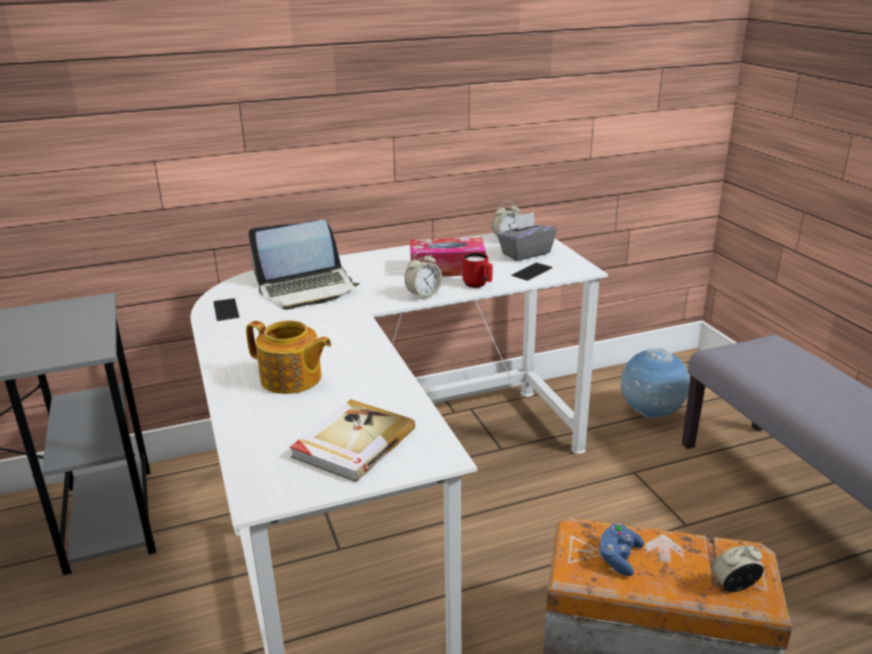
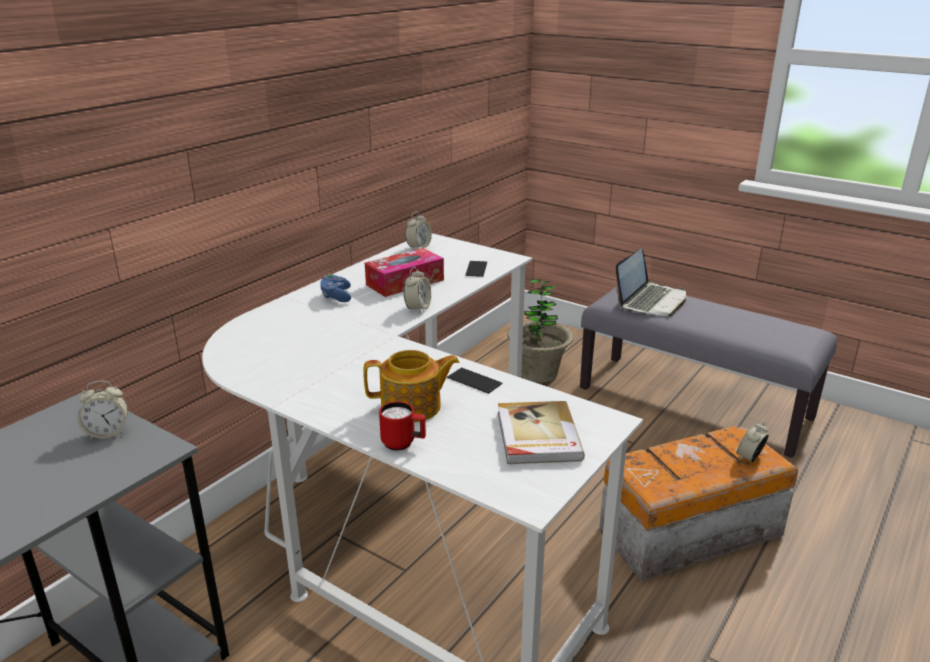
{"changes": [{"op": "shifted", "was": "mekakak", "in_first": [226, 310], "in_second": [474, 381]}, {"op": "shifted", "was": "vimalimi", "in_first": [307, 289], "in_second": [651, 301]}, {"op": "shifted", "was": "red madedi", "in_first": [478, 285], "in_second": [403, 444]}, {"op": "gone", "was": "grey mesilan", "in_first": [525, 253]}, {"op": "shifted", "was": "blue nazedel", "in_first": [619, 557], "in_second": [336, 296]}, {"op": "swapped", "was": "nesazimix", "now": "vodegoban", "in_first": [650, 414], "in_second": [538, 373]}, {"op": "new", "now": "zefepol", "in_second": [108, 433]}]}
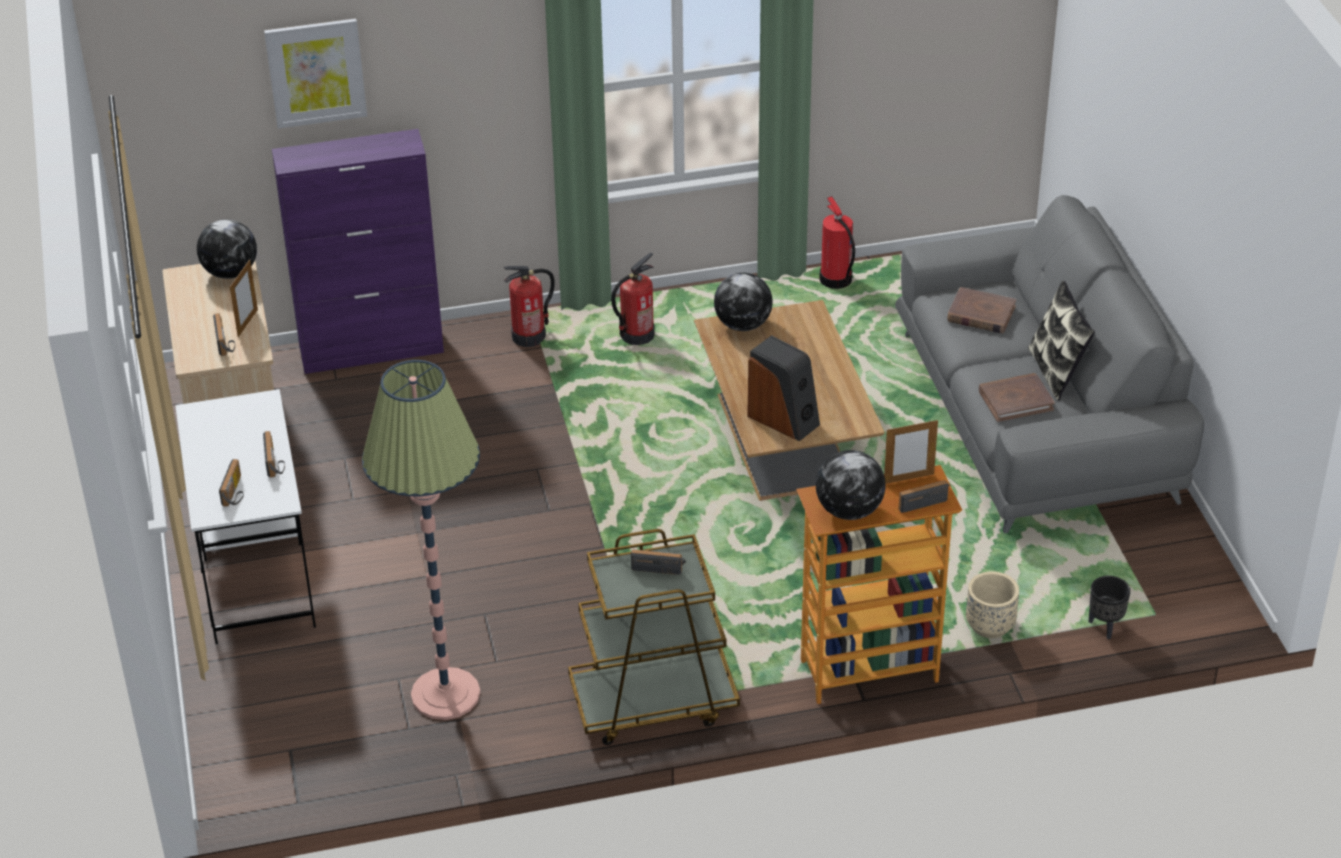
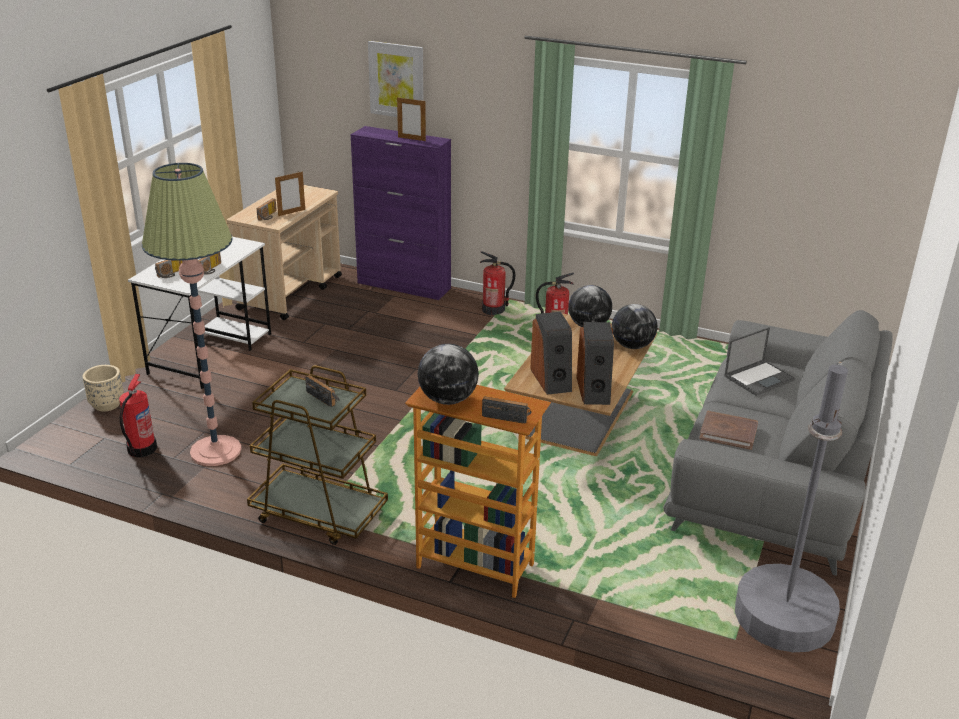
{"changes": [{"op": "shifted", "was": "nesazimix", "in_first": [230, 272], "in_second": [632, 346]}, {"op": "shifted", "was": "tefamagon", "in_first": [836, 281], "in_second": [141, 449]}, {"op": "shifted", "was": "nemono", "in_first": [908, 478], "in_second": [411, 139]}, {"op": "swapped", "was": "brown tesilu", "now": "vimalimi", "in_first": [981, 314], "in_second": [759, 378]}, {"op": "shifted", "was": "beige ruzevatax", "in_first": [989, 626], "in_second": [107, 404]}, {"op": "gone", "was": "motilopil", "in_first": [1056, 372]}, {"op": "gone", "was": "black ruzevatax", "in_first": [1105, 626]}, {"op": "new", "now": "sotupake", "in_second": [594, 390]}, {"op": "new", "now": "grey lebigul", "in_second": [784, 617]}]}
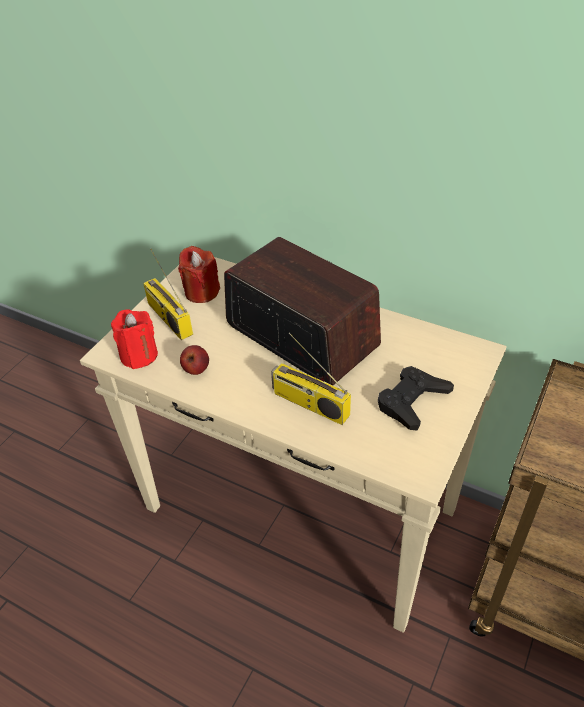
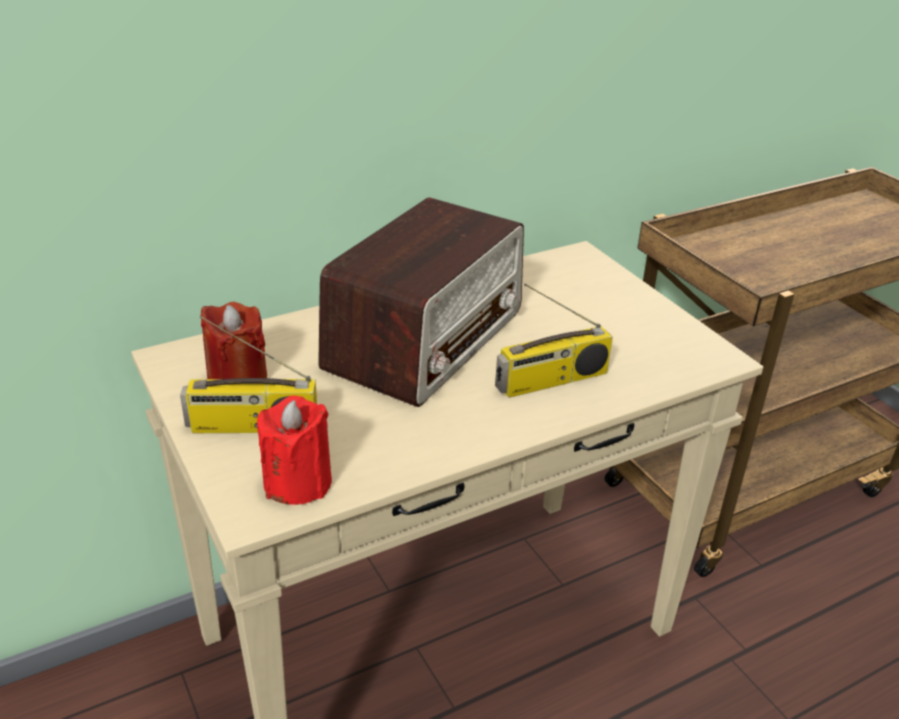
{"changes": [{"op": "gone", "was": "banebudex", "in_first": [196, 370]}, {"op": "rotated", "was": "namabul", "in_first": [301, 335], "in_second": [426, 339], "clockwise": 135}, {"op": "gone", "was": "black nazedel", "in_first": [412, 401]}]}
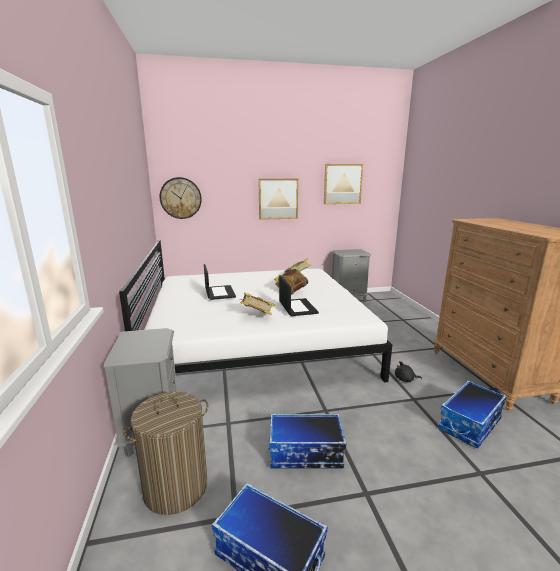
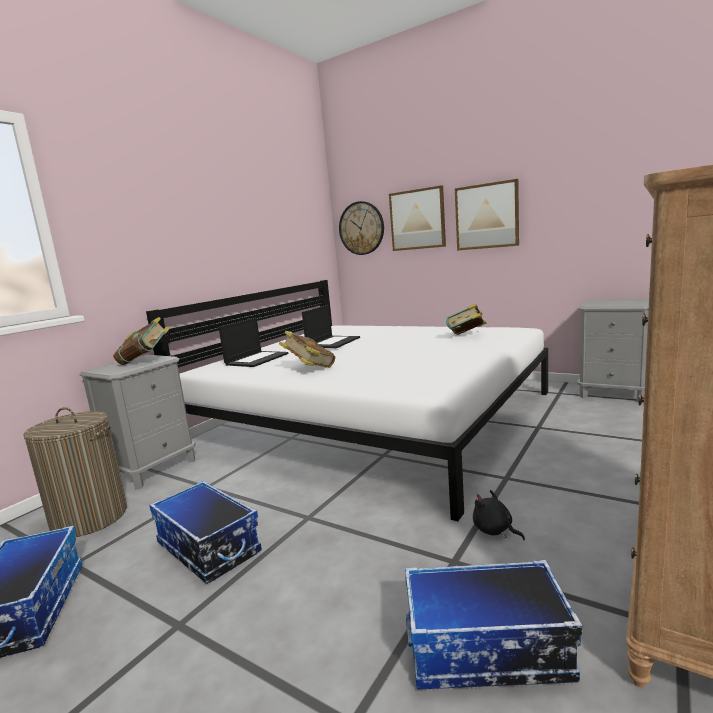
{"changes": [{"op": "shifted", "was": "tesilu", "in_first": [291, 292], "in_second": [145, 361]}, {"op": "shifted", "was": "vimalimi", "in_first": [297, 307], "in_second": [257, 359]}, {"op": "shifted", "was": "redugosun", "in_first": [342, 184], "in_second": [417, 219]}]}
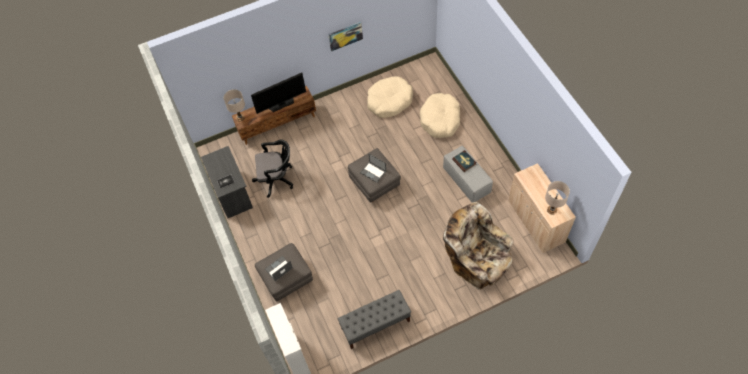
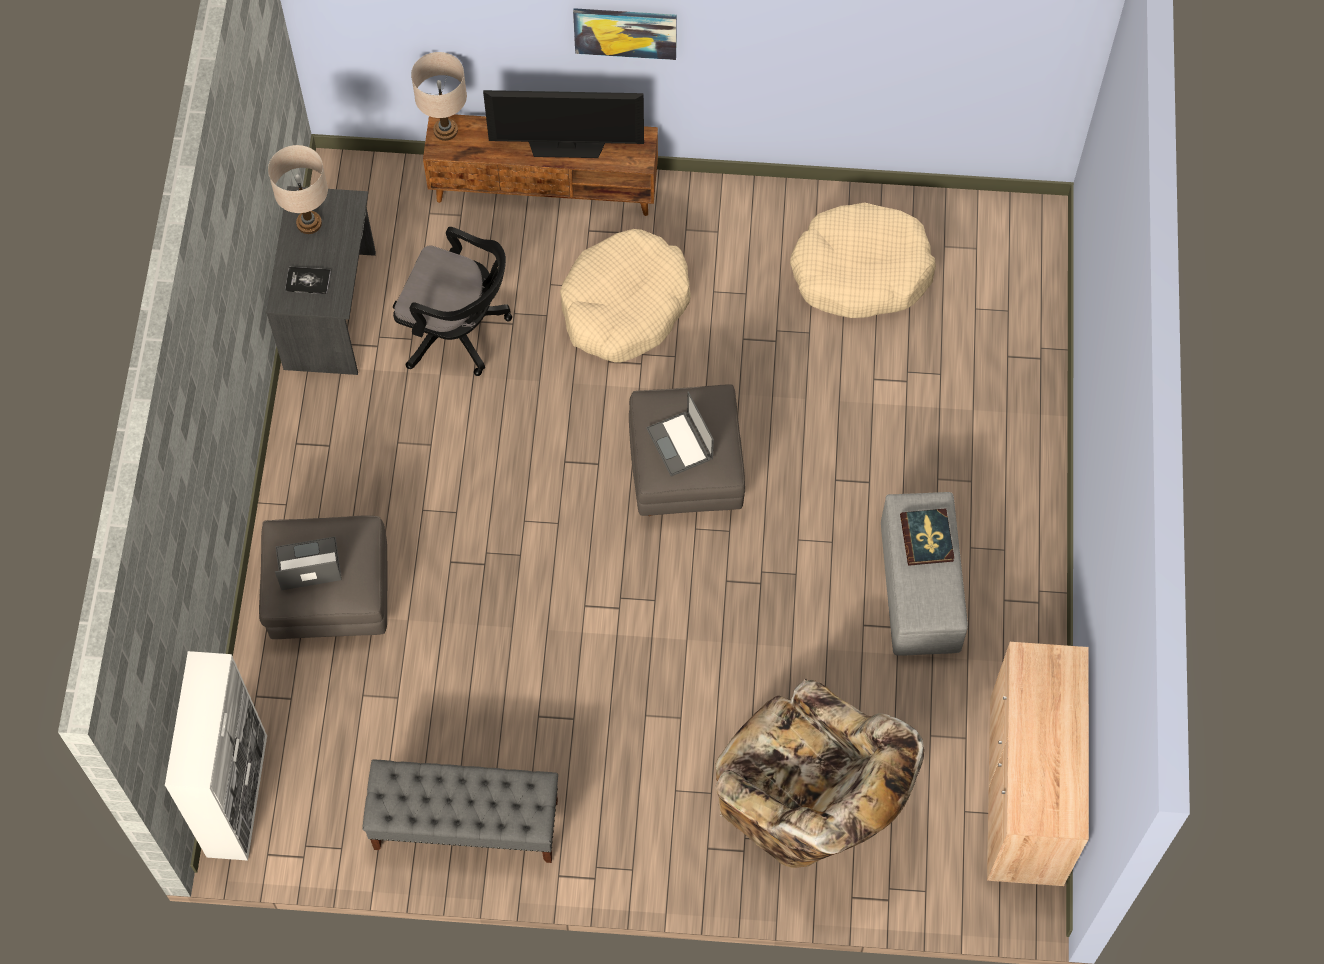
{"changes": [{"op": "shifted", "was": "redugosun", "in_first": [345, 36], "in_second": [625, 32]}, {"op": "shifted", "was": "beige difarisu", "in_first": [440, 119], "in_second": [624, 306]}, {"op": "rotated", "was": "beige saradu", "in_first": [476, 260], "in_second": [809, 804], "clockwise": 150}, {"op": "shifted", "was": "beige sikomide", "in_first": [551, 210], "in_second": [309, 223]}]}
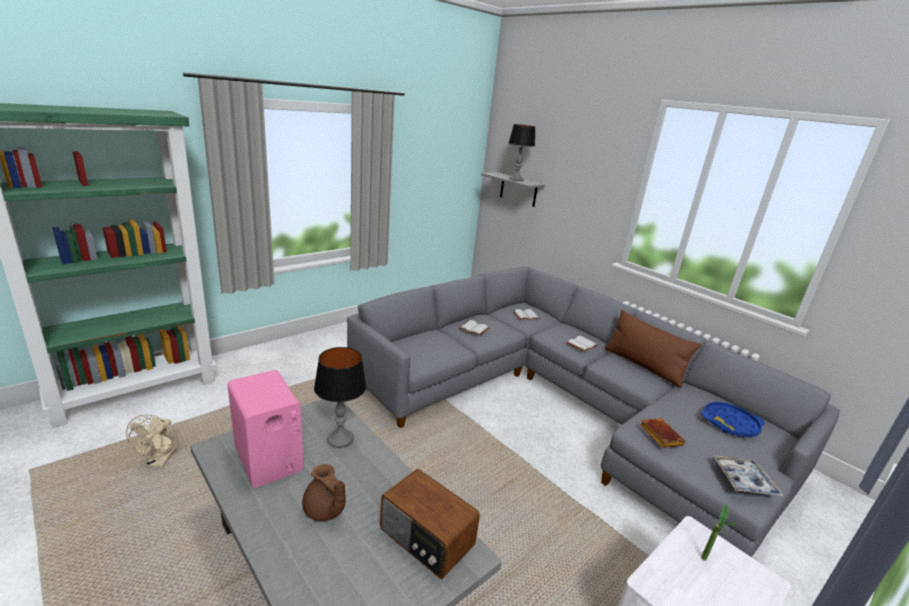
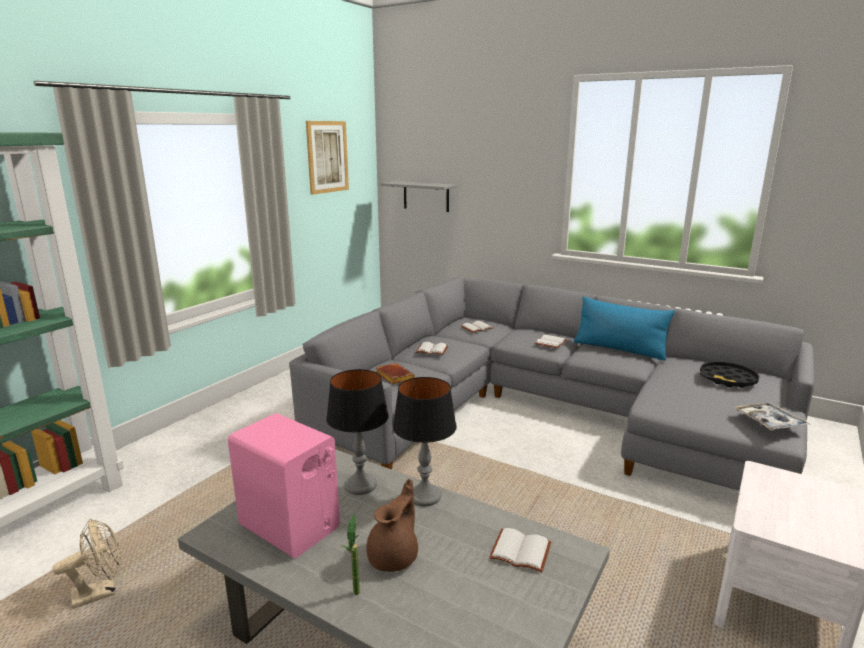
{"changes": [{"op": "rotated", "was": "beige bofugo", "in_first": [159, 461], "in_second": [101, 592], "clockwise": -105}, {"op": "rotated", "was": "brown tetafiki", "in_first": [325, 510], "in_second": [395, 556], "clockwise": -90}, {"op": "swapped", "was": "namabul", "now": "white tesilu", "in_first": [426, 538], "in_second": [522, 550]}, {"op": "shifted", "was": "sikomide", "in_first": [516, 179], "in_second": [425, 496]}, {"op": "repainted", "was": "brown motilopil", "now": "blue motilopil", "in_first": [643, 365], "in_second": [619, 349]}, {"op": "shifted", "was": "brown tesilu", "in_first": [659, 435], "in_second": [393, 377]}, {"op": "repainted", "was": "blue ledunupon", "now": "black ledunupon", "in_first": [730, 423], "in_second": [728, 379]}, {"op": "shifted", "was": "vodegoban", "in_first": [705, 563], "in_second": [356, 598]}, {"op": "new", "now": "redugosun", "in_second": [327, 157]}]}
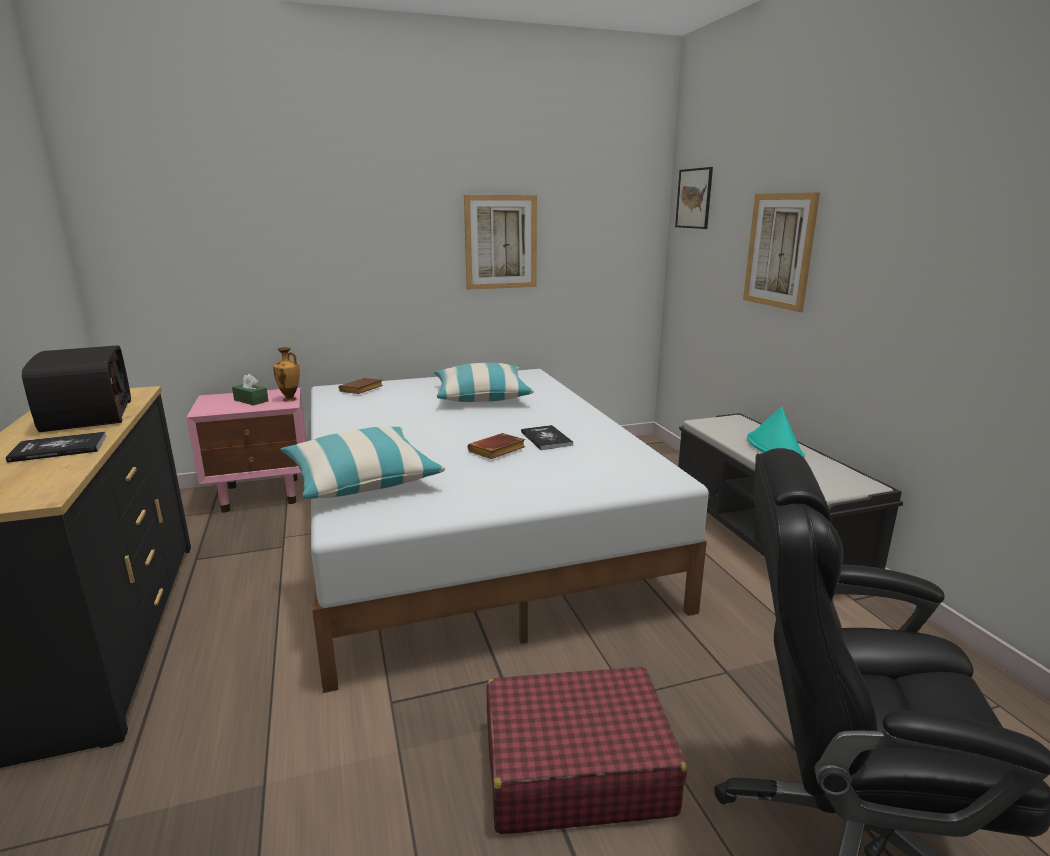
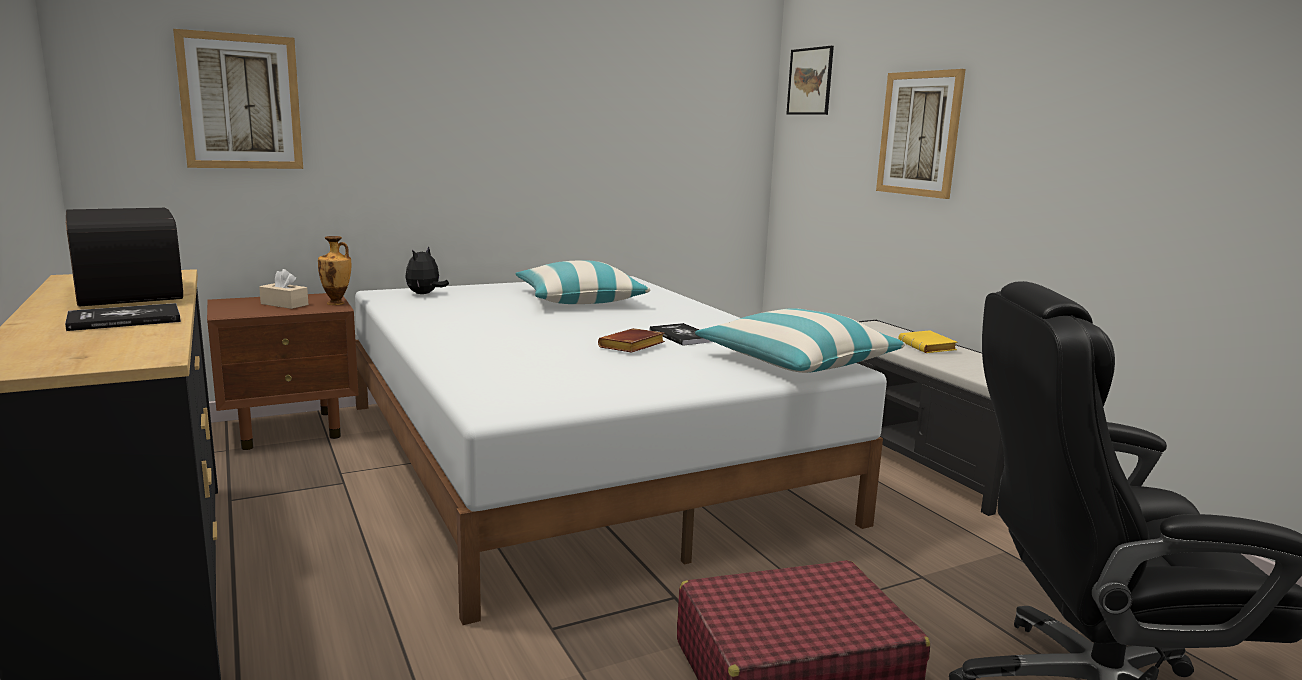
{"changes": [{"op": "repainted", "was": "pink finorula", "now": "brown finorula", "in_first": [263, 494], "in_second": [291, 429]}, {"op": "repainted", "was": "green mesilan", "now": "beige mesilan", "in_first": [251, 400], "in_second": [284, 304]}, {"op": "shifted", "was": "motilopil", "in_first": [361, 479], "in_second": [796, 362]}, {"op": "swapped", "was": "brown tesilu", "now": "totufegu", "in_first": [361, 390], "in_second": [425, 294]}, {"op": "shifted", "was": "redugosun", "in_first": [501, 242], "in_second": [241, 102]}, {"op": "swapped", "was": "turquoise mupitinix", "now": "yellow tesilu", "in_first": [774, 447], "in_second": [929, 347]}]}
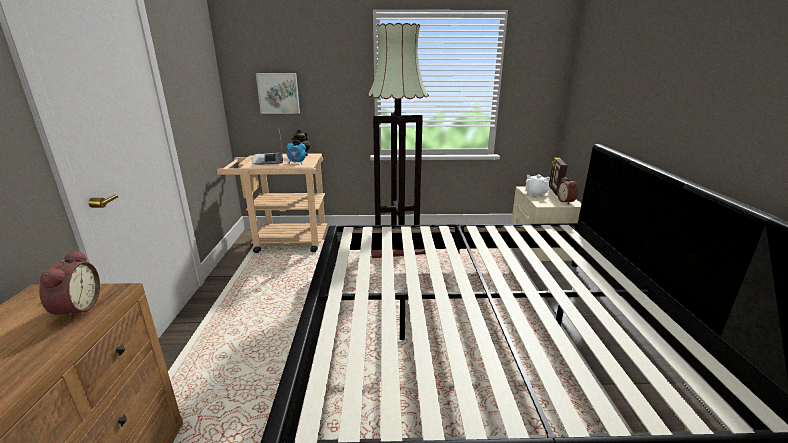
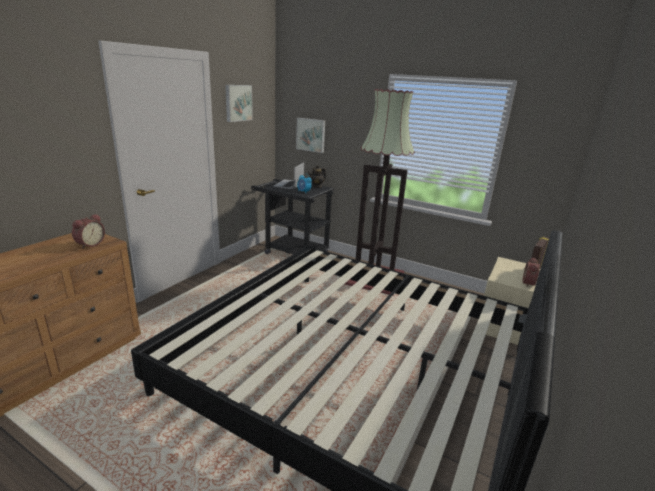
{"changes": [{"op": "repainted", "was": "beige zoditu", "now": "black zoditu", "in_first": [284, 241], "in_second": [291, 251]}, {"op": "gone", "was": "white tetafiki", "in_first": [536, 193]}, {"op": "new", "now": "redugosun", "in_second": [238, 103]}]}
